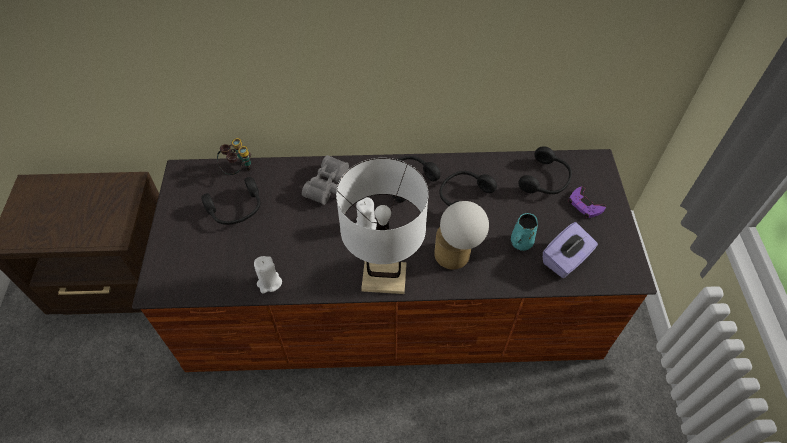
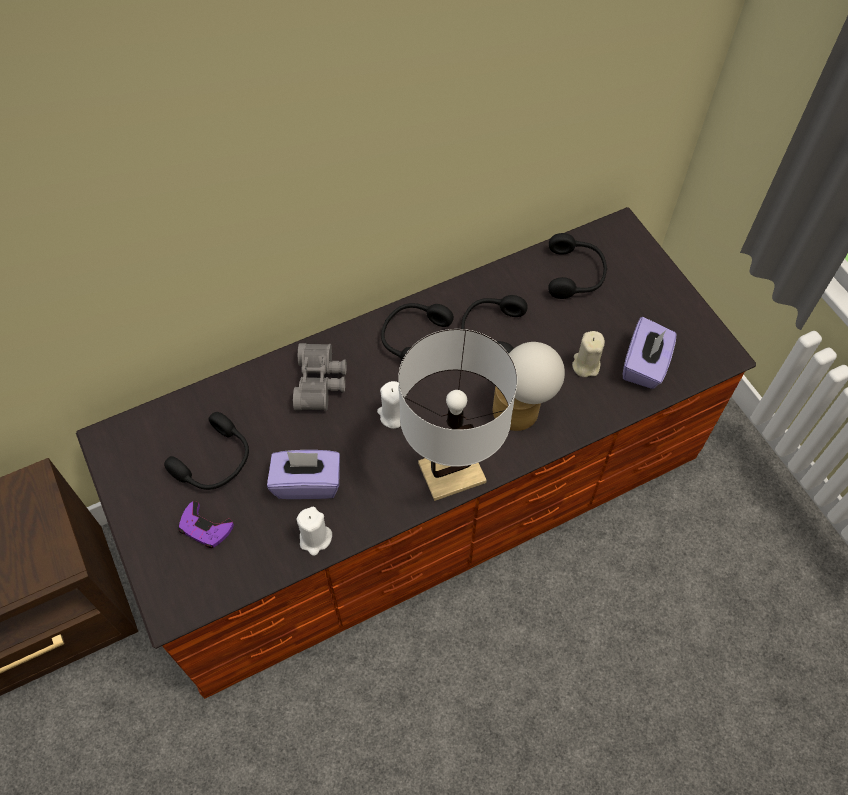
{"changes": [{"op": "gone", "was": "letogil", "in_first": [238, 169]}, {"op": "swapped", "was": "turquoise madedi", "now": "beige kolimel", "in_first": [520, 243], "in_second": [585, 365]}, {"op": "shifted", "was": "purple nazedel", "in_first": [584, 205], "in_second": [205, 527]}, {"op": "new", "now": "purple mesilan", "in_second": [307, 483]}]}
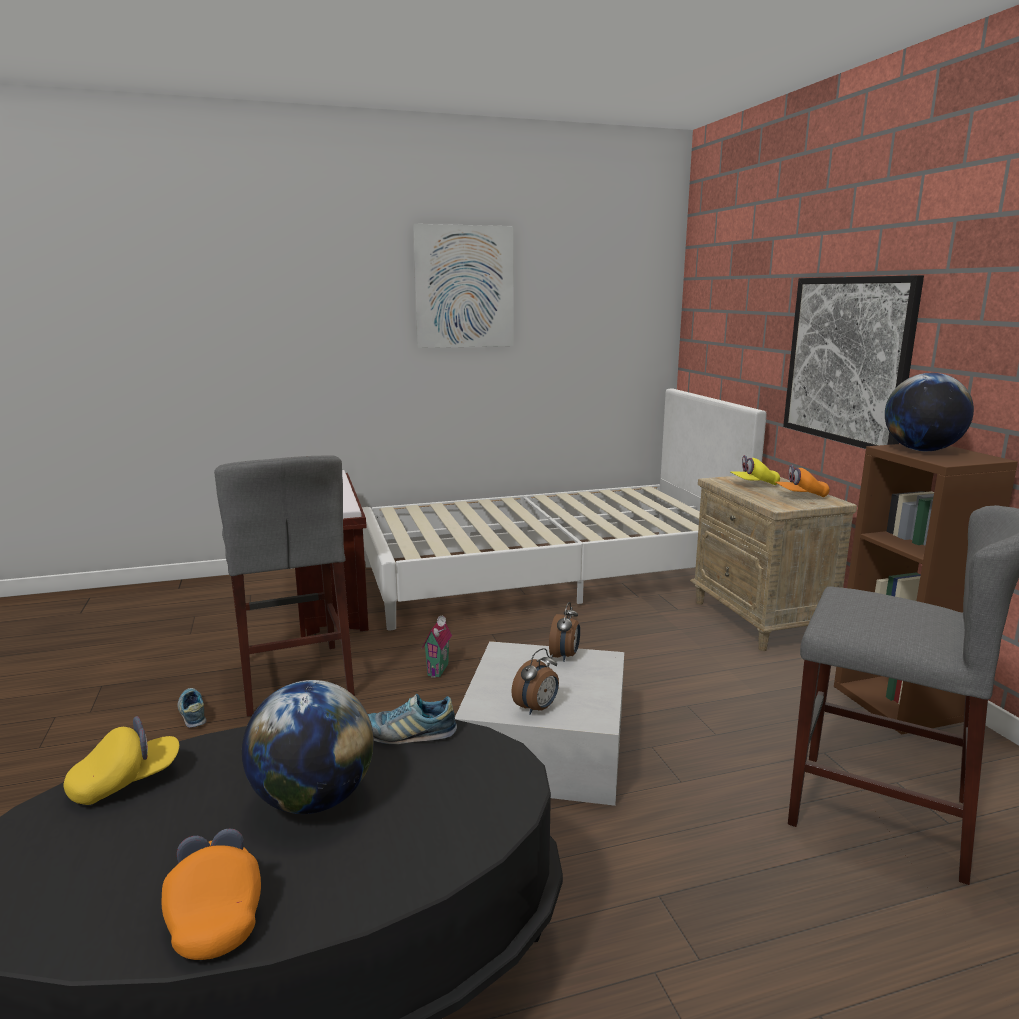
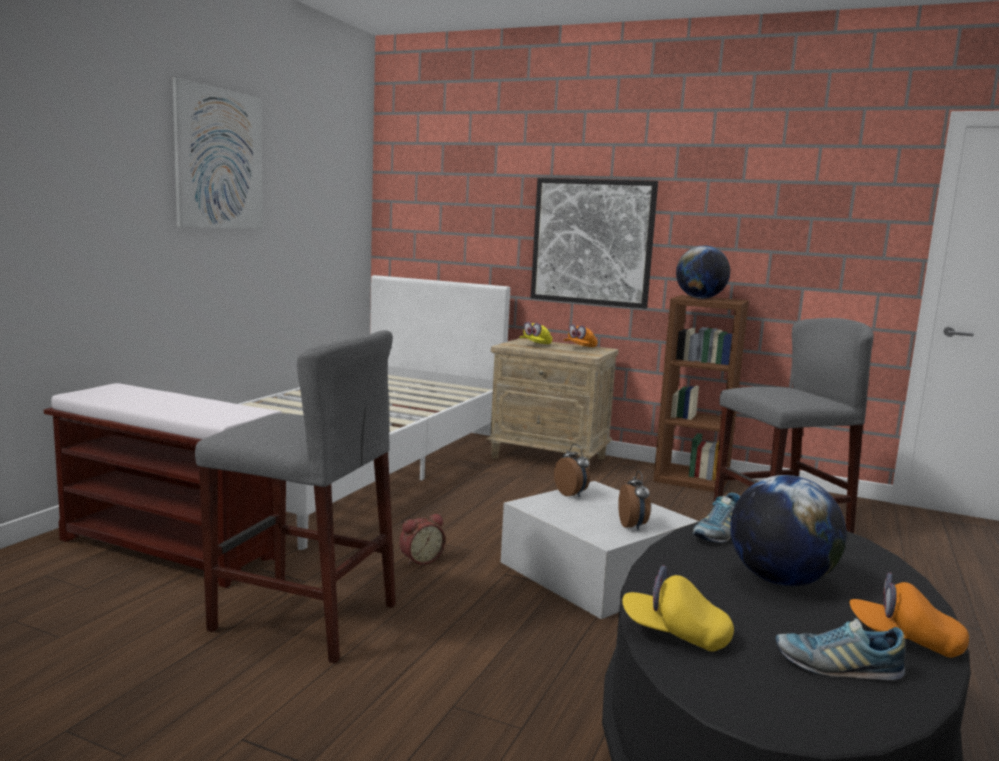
{"changes": [{"op": "rotated", "was": "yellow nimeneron", "in_first": [126, 782], "in_second": [675, 634], "clockwise": -75}, {"op": "shifted", "was": "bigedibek", "in_first": [193, 713], "in_second": [837, 667]}, {"op": "swapped", "was": "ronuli", "now": "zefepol", "in_first": [440, 670], "in_second": [420, 559]}]}
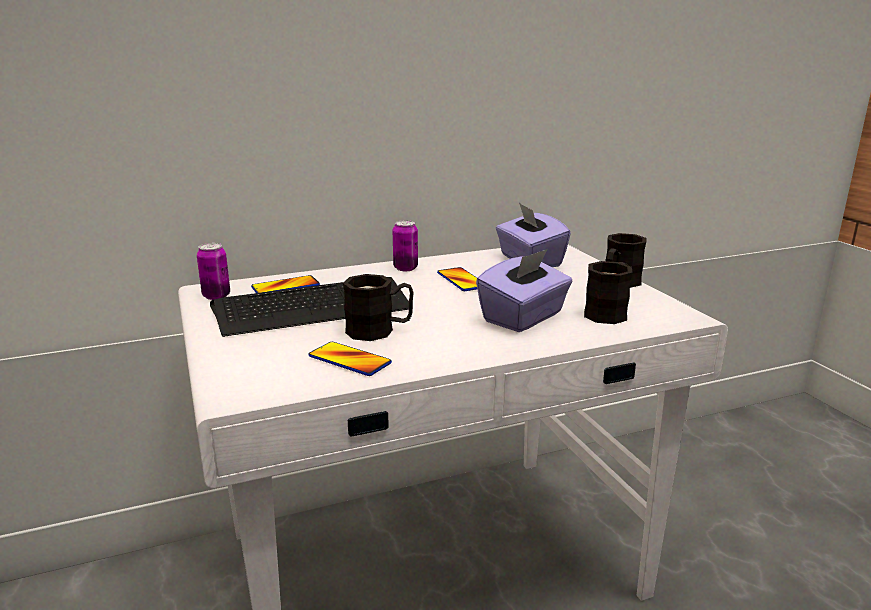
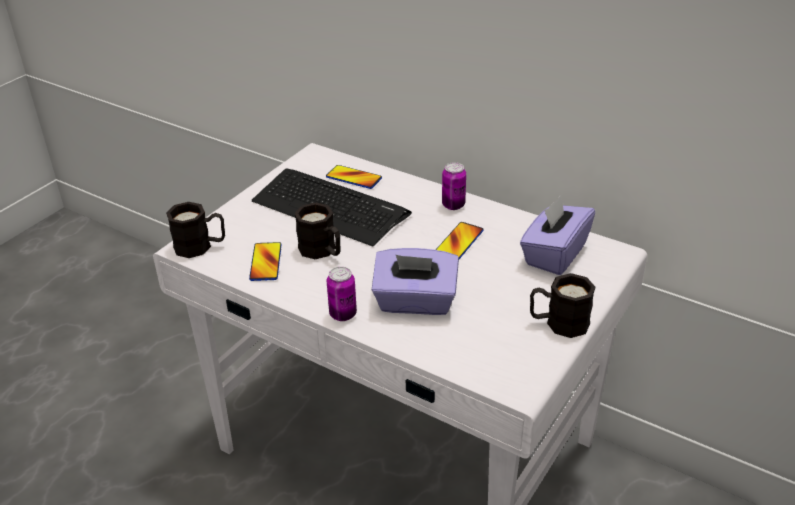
{"changes": [{"op": "shifted", "was": "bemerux", "in_first": [216, 296], "in_second": [343, 314]}, {"op": "shifted", "was": "black madedi", "in_first": [609, 312], "in_second": [200, 246]}]}
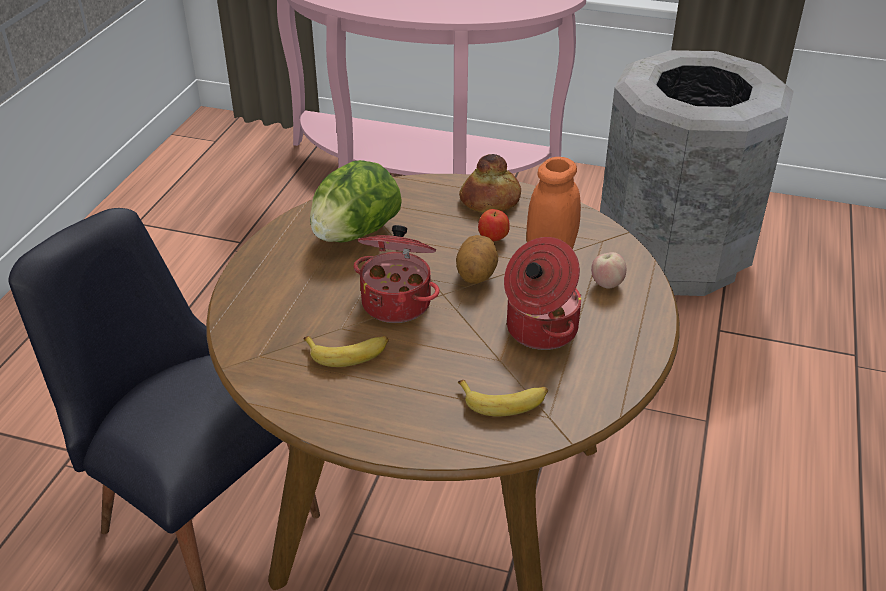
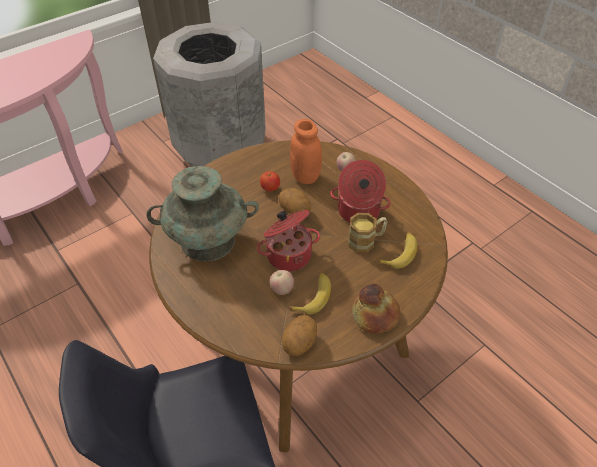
{"changes": [{"op": "swapped", "was": "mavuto", "now": "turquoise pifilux", "in_first": [355, 234], "in_second": [208, 241]}, {"op": "shifted", "was": "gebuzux", "in_first": [491, 201], "in_second": [375, 314]}, {"op": "new", "now": "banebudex", "in_second": [282, 289]}, {"op": "new", "now": "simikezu", "in_second": [300, 343]}, {"op": "new", "now": "madedi", "in_second": [366, 241]}]}
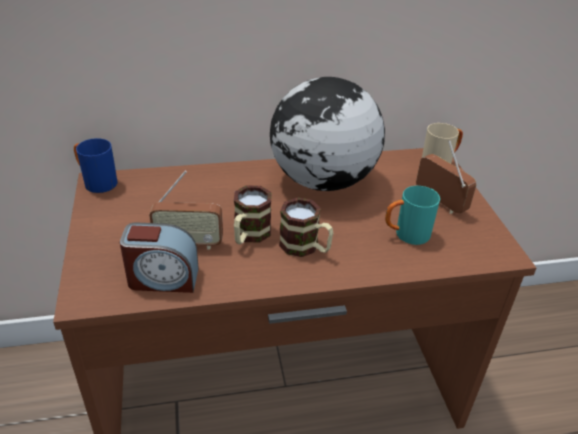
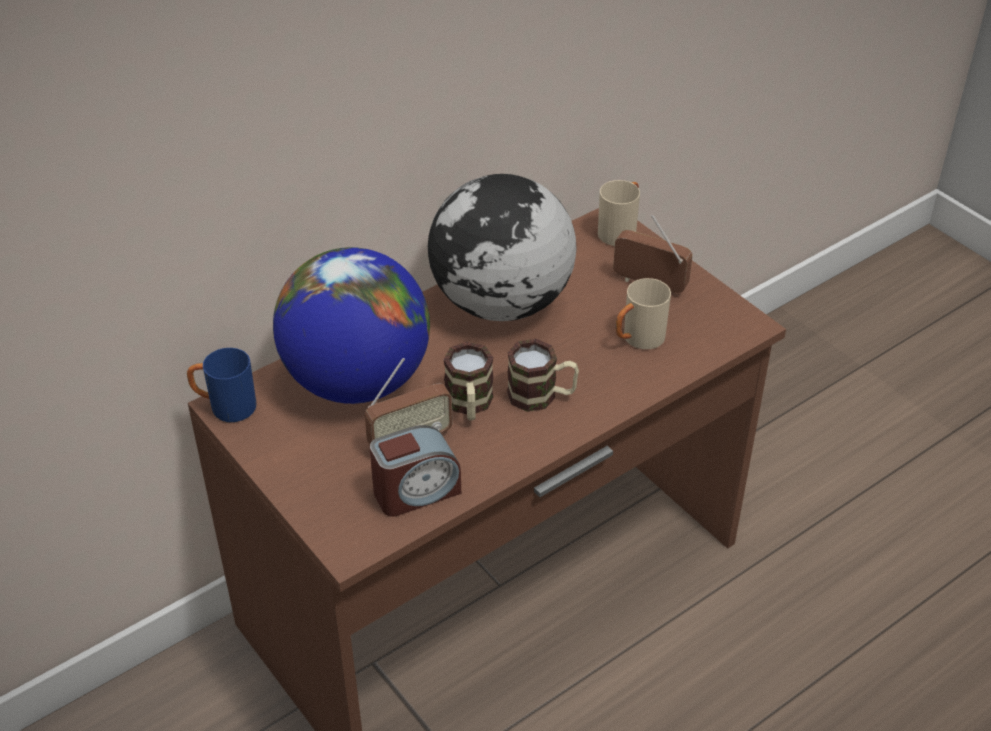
{"changes": [{"op": "repainted", "was": "turquoise madedi", "now": "beige madedi", "in_first": [406, 235], "in_second": [637, 340]}, {"op": "new", "now": "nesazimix", "in_second": [357, 381]}]}
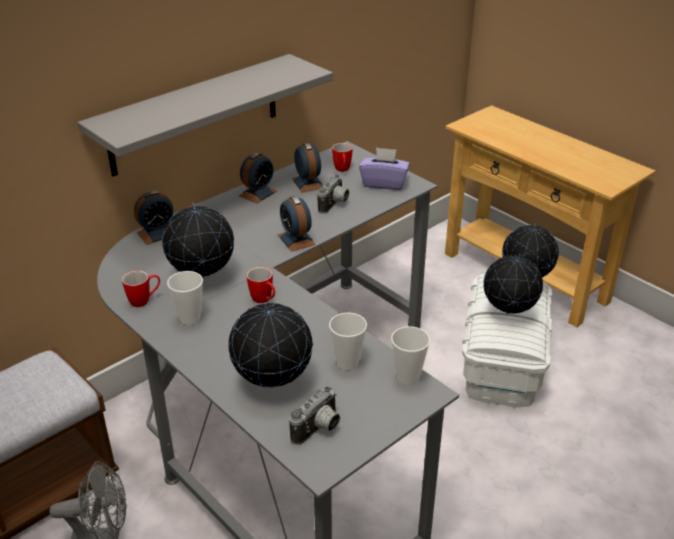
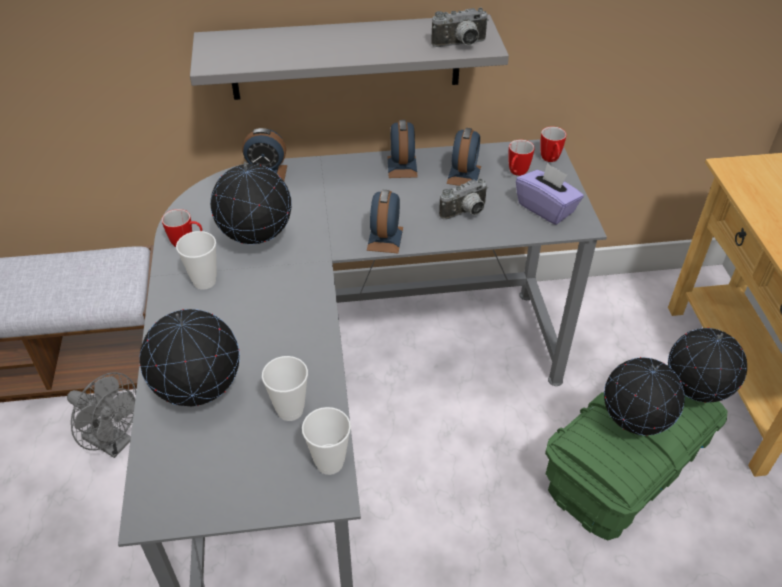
{"changes": [{"op": "rotated", "was": "zefepol", "in_first": [258, 193], "in_second": [402, 166], "clockwise": -75}, {"op": "shifted", "was": "madedi", "in_first": [264, 300], "in_second": [551, 160]}, {"op": "shifted", "was": "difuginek", "in_first": [319, 430], "in_second": [460, 45]}, {"op": "repainted", "was": "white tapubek", "now": "green tapubek", "in_first": [501, 361], "in_second": [622, 469]}]}
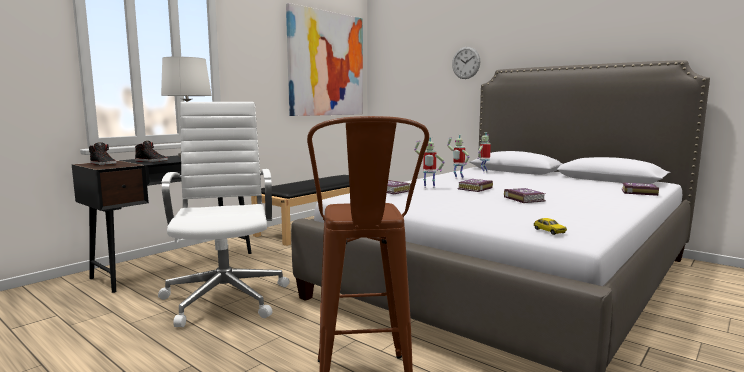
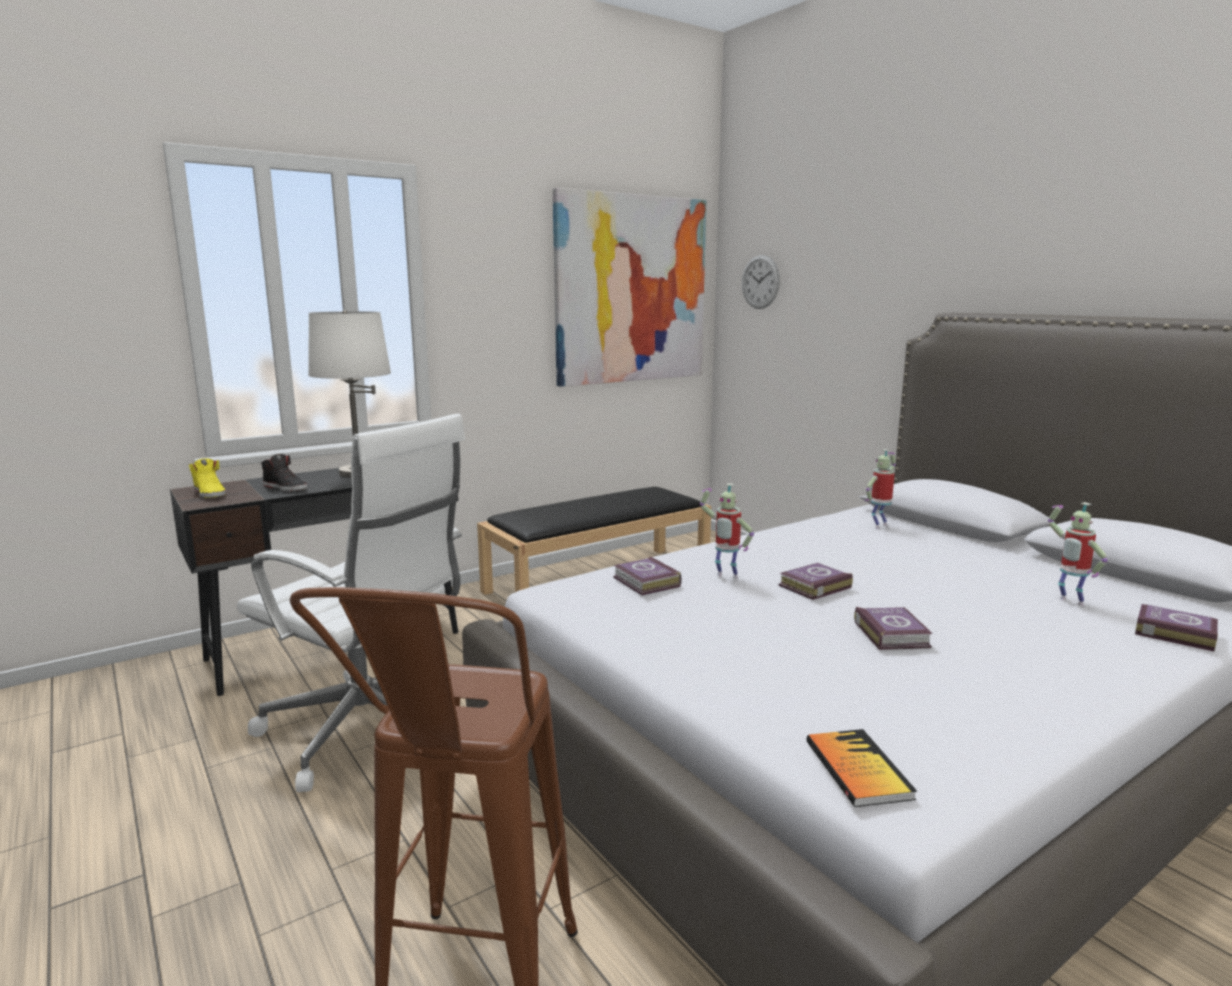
{"changes": [{"op": "repainted", "was": "black bigedibek", "now": "yellow bigedibek", "in_first": [104, 164], "in_second": [210, 493]}, {"op": "rotated", "was": "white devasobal", "in_first": [226, 297], "in_second": [369, 731], "clockwise": 120}, {"op": "shifted", "was": "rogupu", "in_first": [458, 179], "in_second": [1068, 602]}, {"op": "shifted", "was": "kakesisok", "in_first": [466, 63], "in_second": [760, 282]}, {"op": "swapped", "was": "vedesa", "now": "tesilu", "in_first": [549, 231], "in_second": [857, 769]}]}
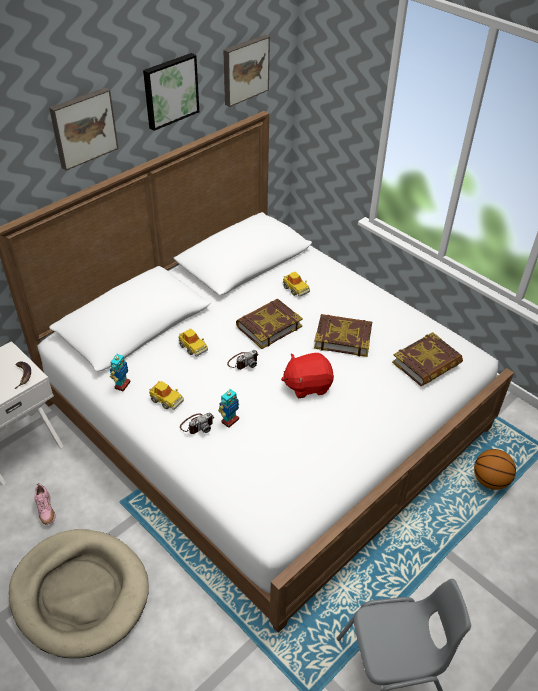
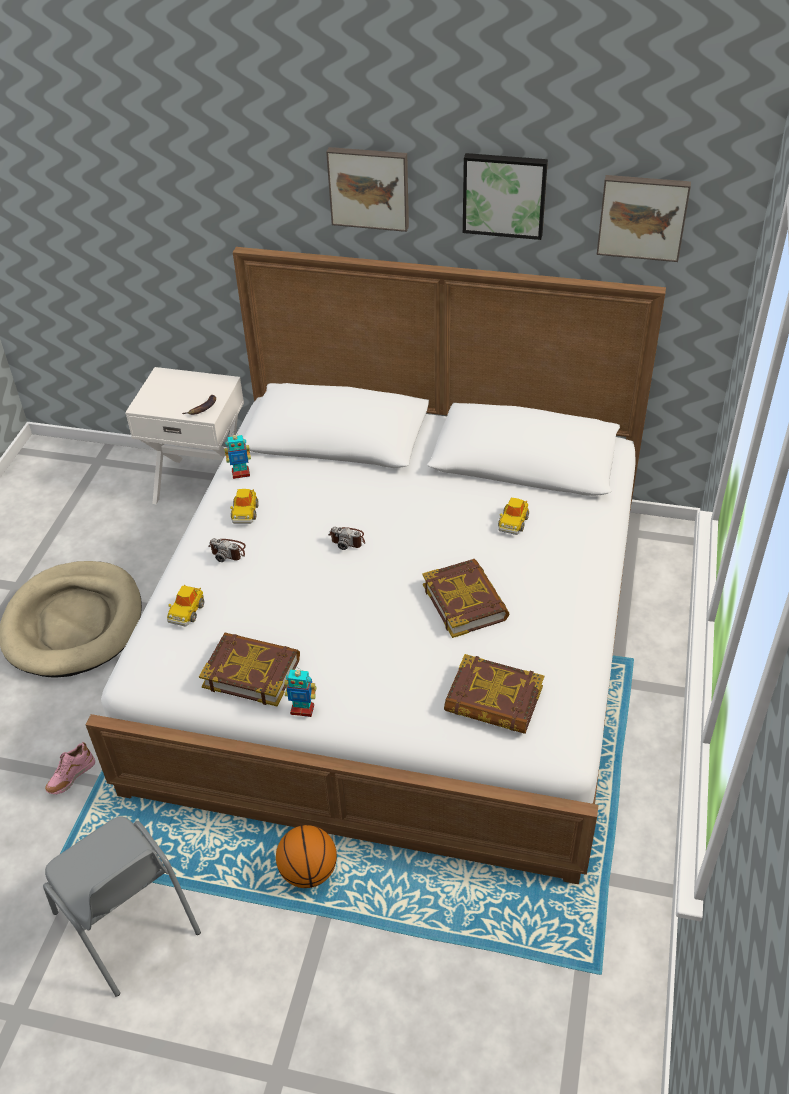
{"changes": [{"op": "shifted", "was": "pink bigedibek", "in_first": [46, 511], "in_second": [71, 777]}, {"op": "shifted", "was": "vedesa", "in_first": [193, 347], "in_second": [187, 611]}, {"op": "shifted", "was": "rogupu", "in_first": [229, 420], "in_second": [302, 709]}, {"op": "shifted", "was": "tesilu", "in_first": [268, 326], "in_second": [252, 672]}, {"op": "gone", "was": "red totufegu", "in_first": [307, 385]}, {"op": "shifted", "was": "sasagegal", "in_first": [490, 480], "in_second": [309, 871]}]}
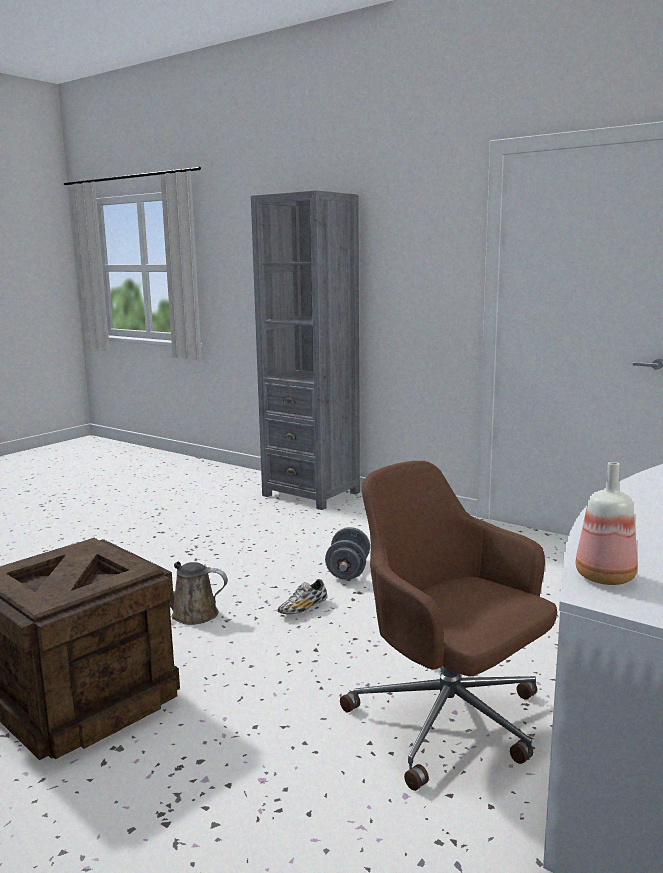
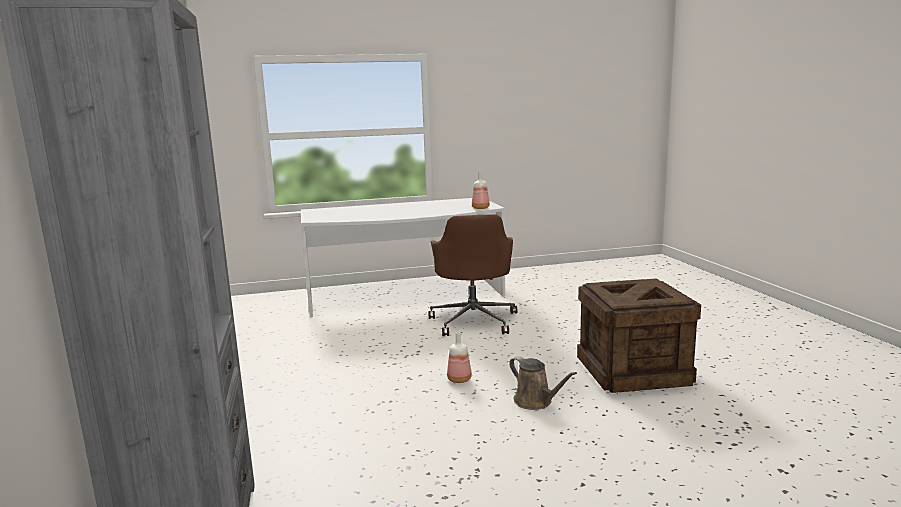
{"changes": [{"op": "swapped", "was": "bigedibek", "now": "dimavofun", "in_first": [303, 609], "in_second": [459, 379]}, {"op": "gone", "was": "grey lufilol", "in_first": [348, 571]}]}
